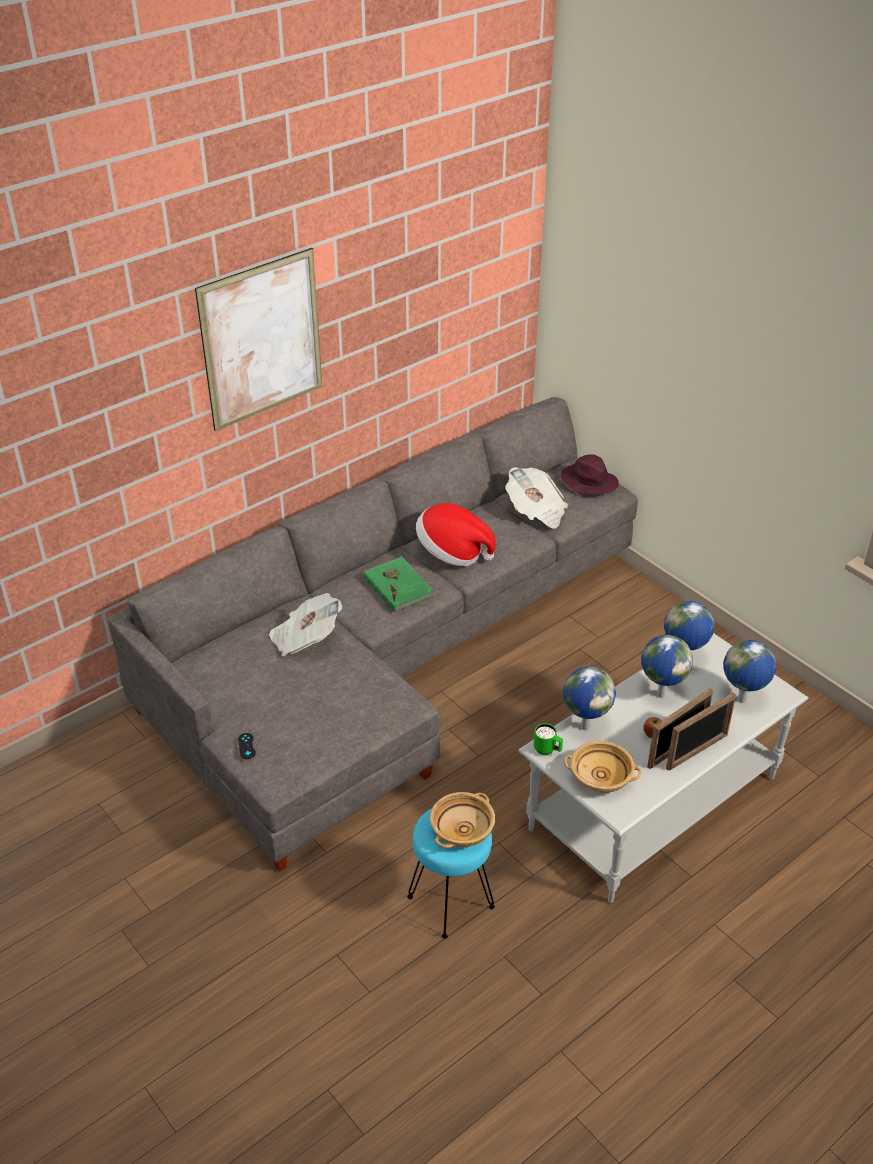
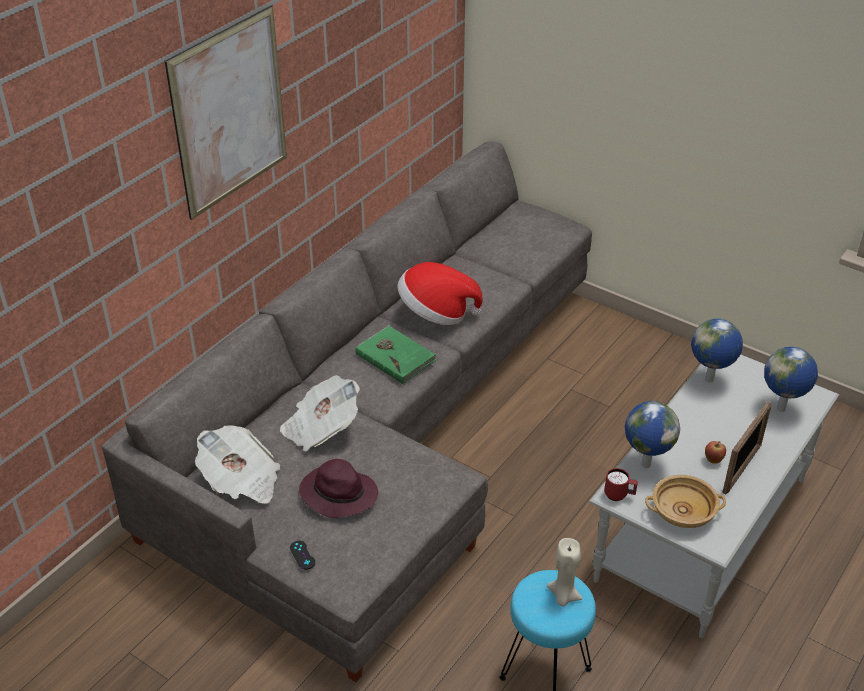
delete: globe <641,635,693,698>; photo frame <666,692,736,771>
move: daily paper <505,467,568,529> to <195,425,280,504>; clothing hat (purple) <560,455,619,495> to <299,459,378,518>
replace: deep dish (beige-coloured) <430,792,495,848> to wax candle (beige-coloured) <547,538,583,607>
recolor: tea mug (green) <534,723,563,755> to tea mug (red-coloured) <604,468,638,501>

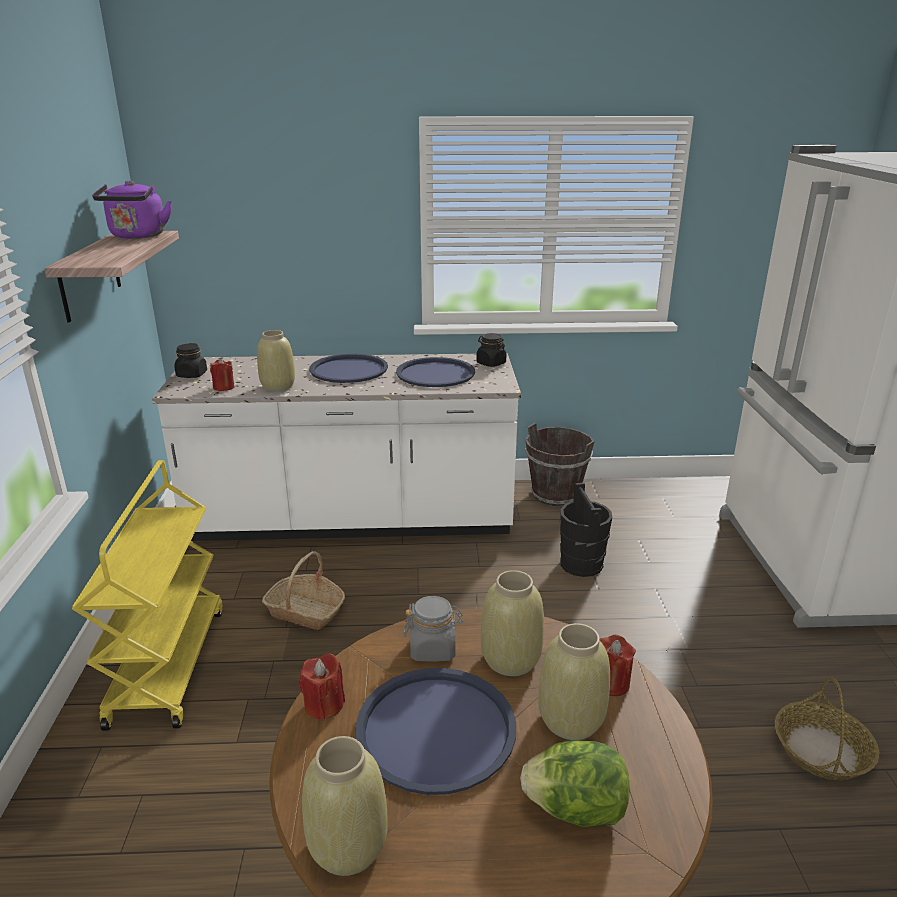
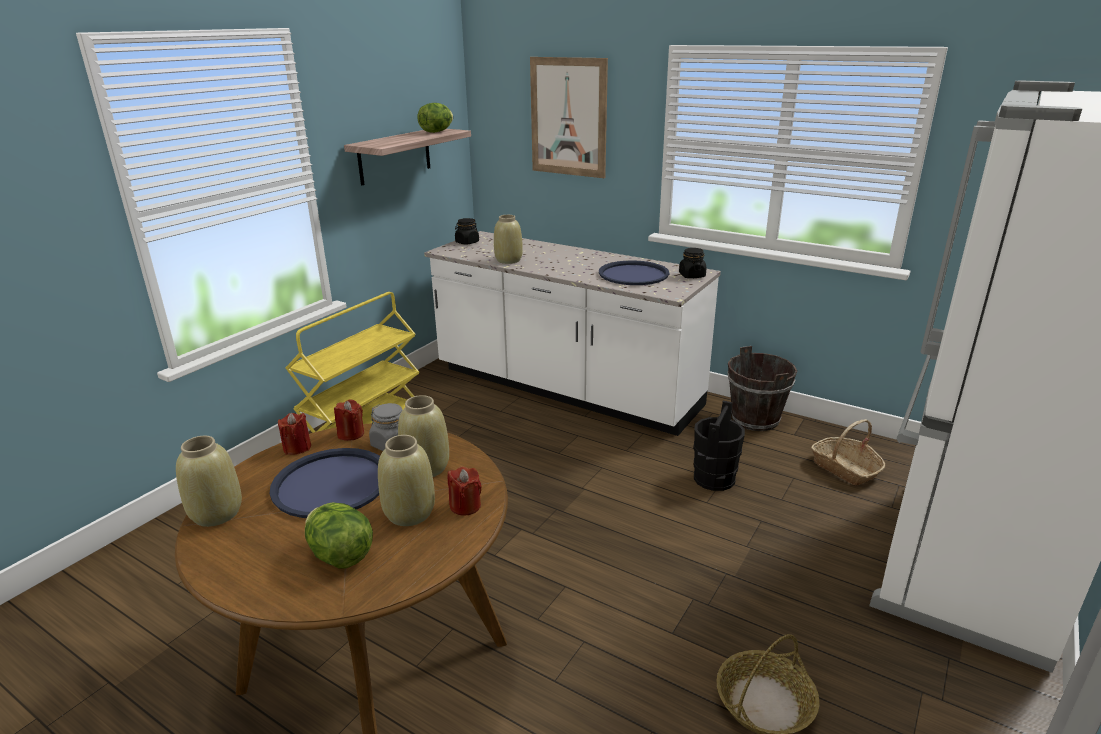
delete: tray (blue-coloured) <309,354,388,383>
insert: wall picture <530,57,608,178>
move: wax candle (red-coloured) <210,358,235,391> to <334,399,364,441>; storage basket <262,551,345,630> to <811,419,885,486>
replace: kettle (purple) <92,180,172,239> to lettuce <417,103,453,133>

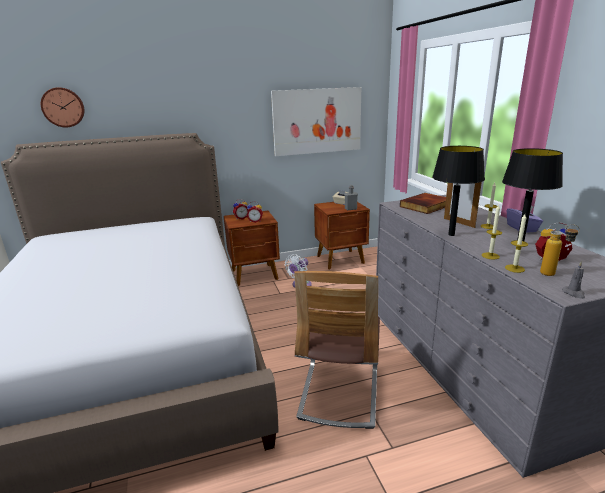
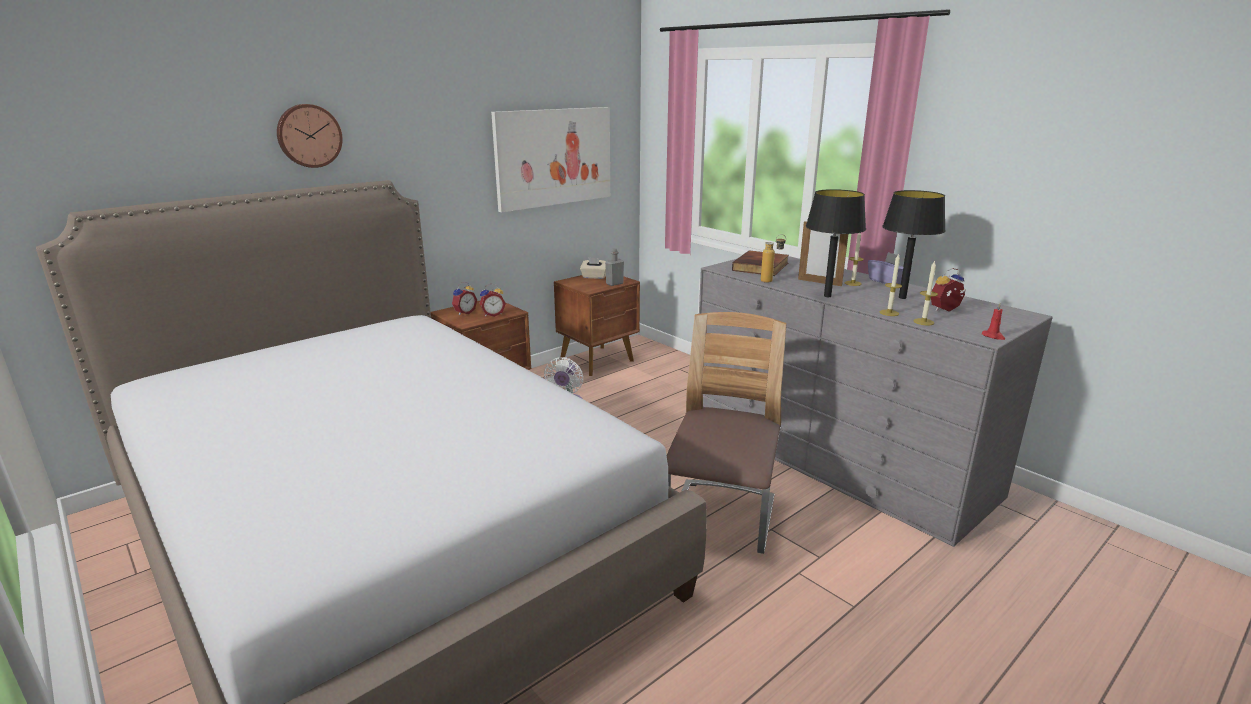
move: clock on the wall <41,87,85,127> to <277,104,343,168>; drink bottle <540,224,580,276> to <761,234,786,283>
recolor: wax candle (gray) <562,261,585,299> to wax candle (red-coloured) <982,303,1005,340>
rotate: plain chair <294,271,380,429> = <667,312,787,554> 150 degrees counterclockwise

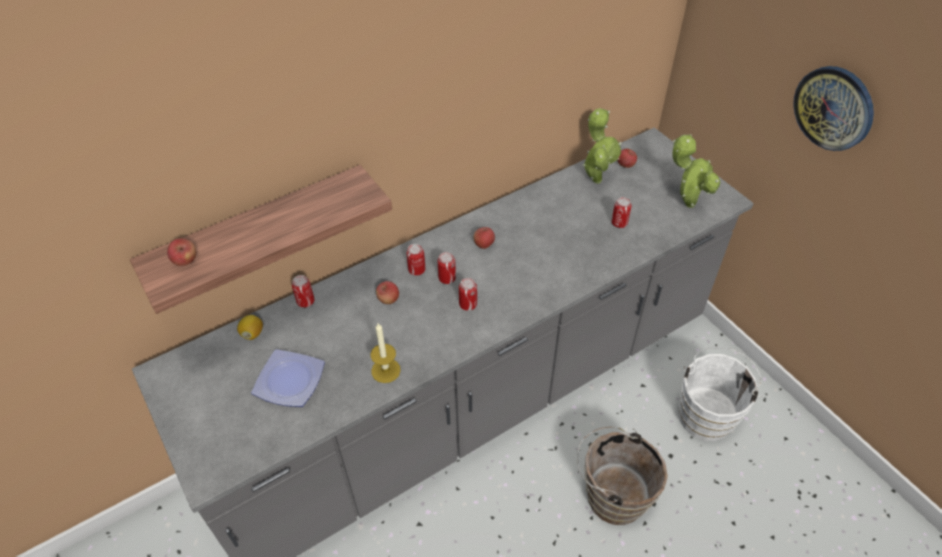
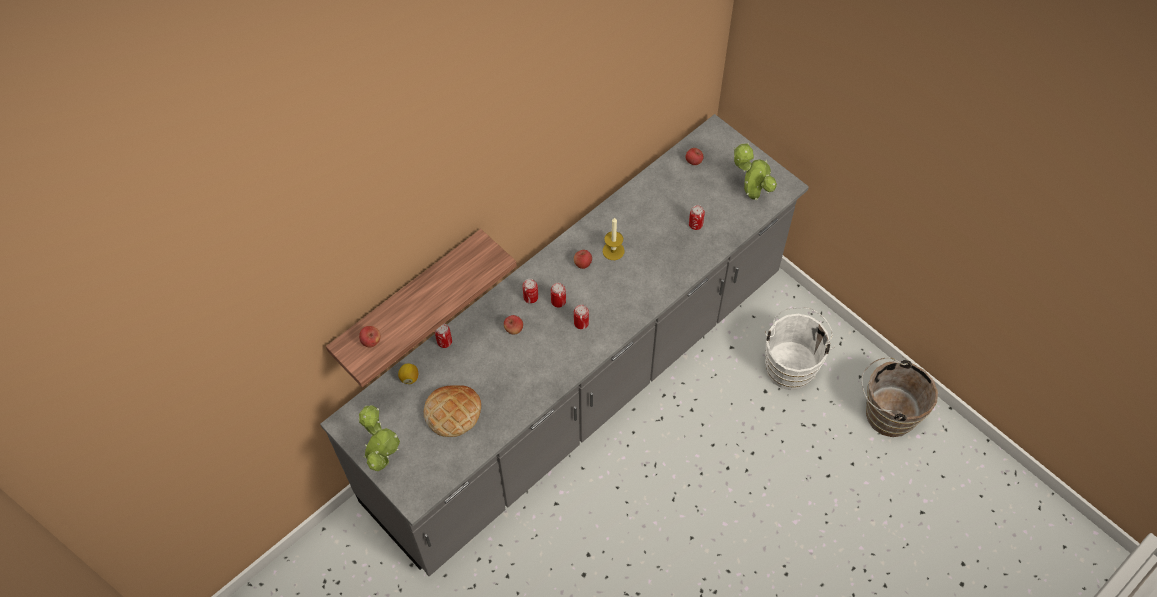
delete: clock on the wall <793,66,874,151>
move: wax candle <370,323,401,383> to <603,217,624,260>; bucket (brown) <577,427,668,525> to <861,357,938,437>; houseplant <583,108,622,184> to <358,405,400,471>
replace: plate <251,349,325,407> to baked bread <424,385,481,437>

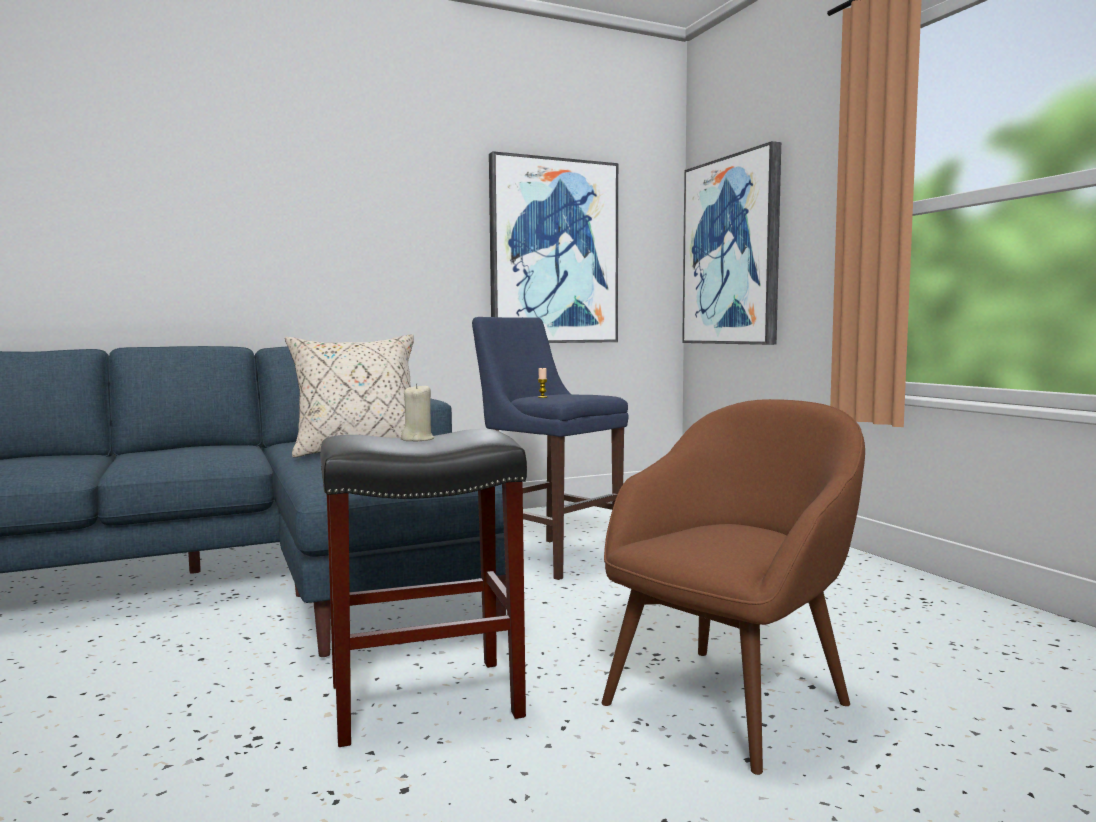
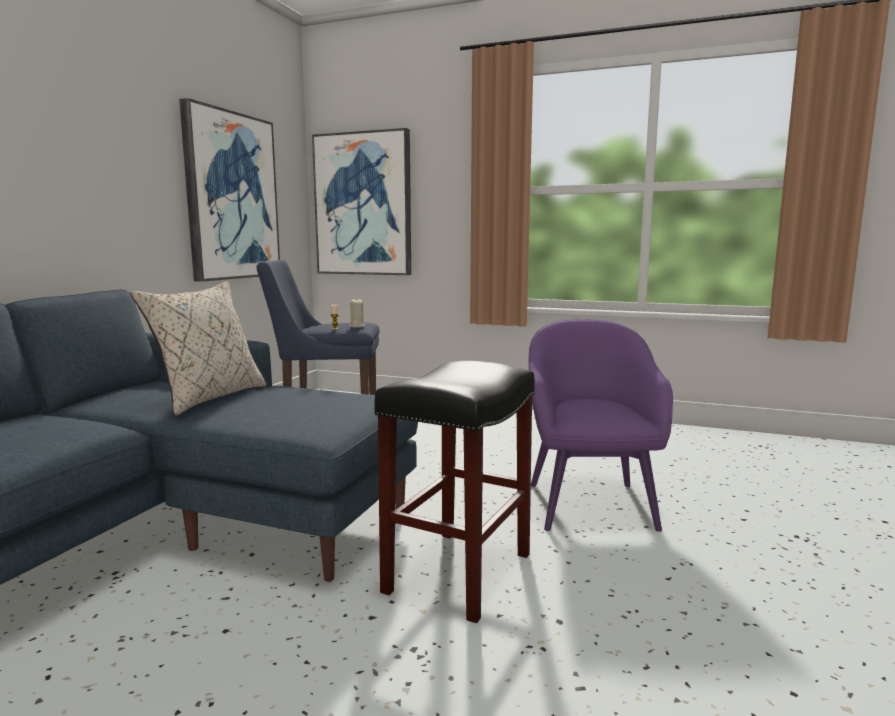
move: wax candle (beige-coloured) <401,383,435,441> to <349,298,365,328>
recolor: armchair (brown) <602,399,865,775> to armchair (purple) <529,319,673,532>

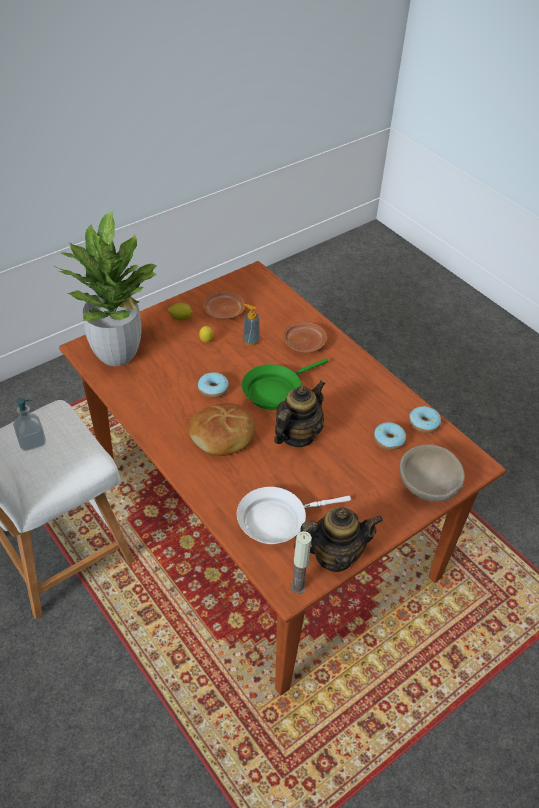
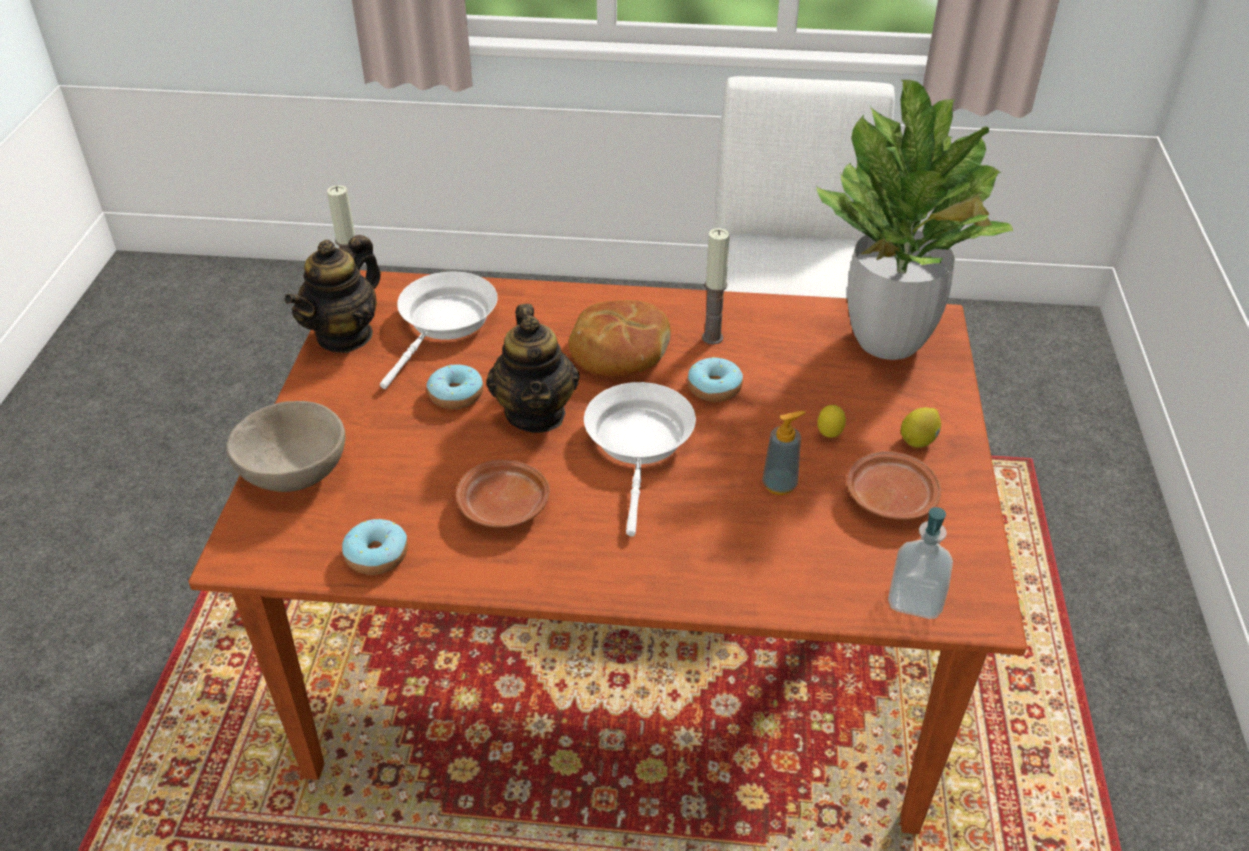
insert: wax candle <702,228,730,345>
move: liquid soap bottle <13,398,46,451> to <888,507,953,619>; plate (brown) <283,322,327,353> to <456,460,550,528>; donut <374,422,406,451> to <427,365,483,409>
recolor: frying pan (green) <242,358,328,410> to frying pan (white) <584,382,696,536>

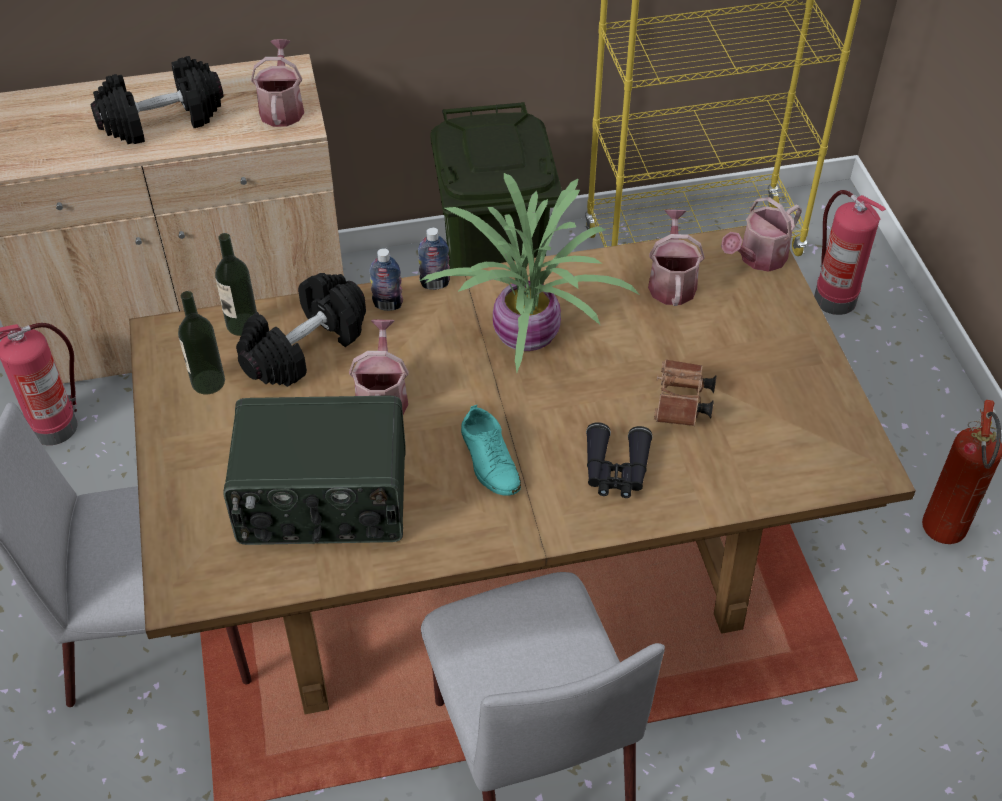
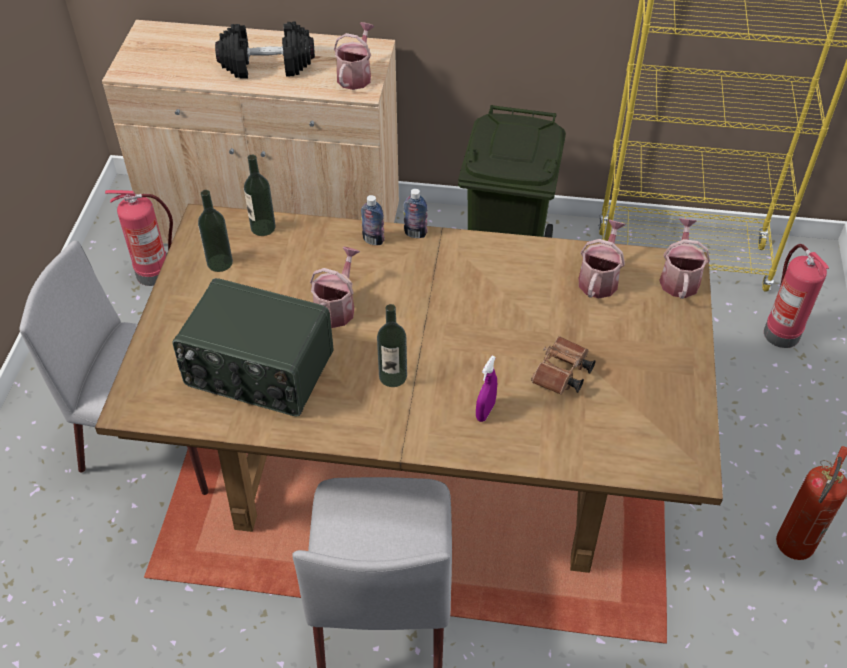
delete: free weight (black) <236,273,366,387>; houseplant <420,173,639,372>
replace: shoe (blue-green) <461,405,521,496> to drink bottle <377,304,407,387>; field glasses (black) <586,422,652,498> to spray bottle (purple) <476,356,497,422>
rotate: sprinkling can <721,197,802,272> = <659,218,710,299> 120 degrees clockwise

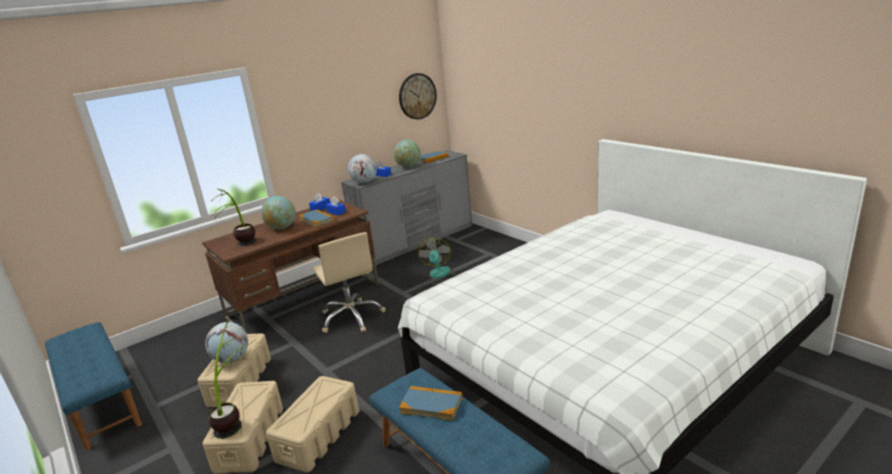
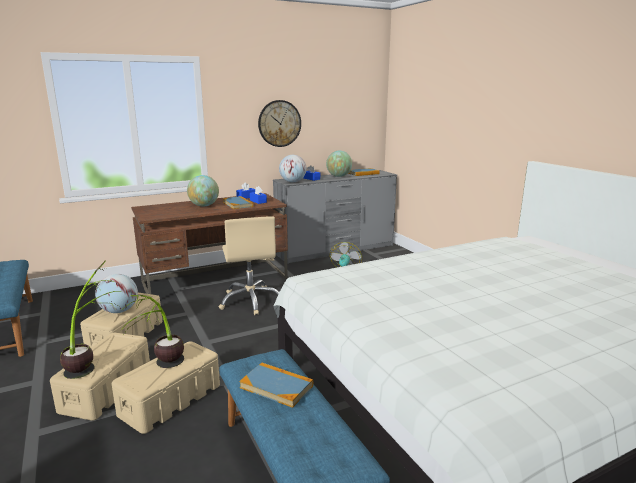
move: houseplant <214,189,257,246> to <121,295,184,368>; clock on the wall <399,73,437,119> to <258,100,301,147>

